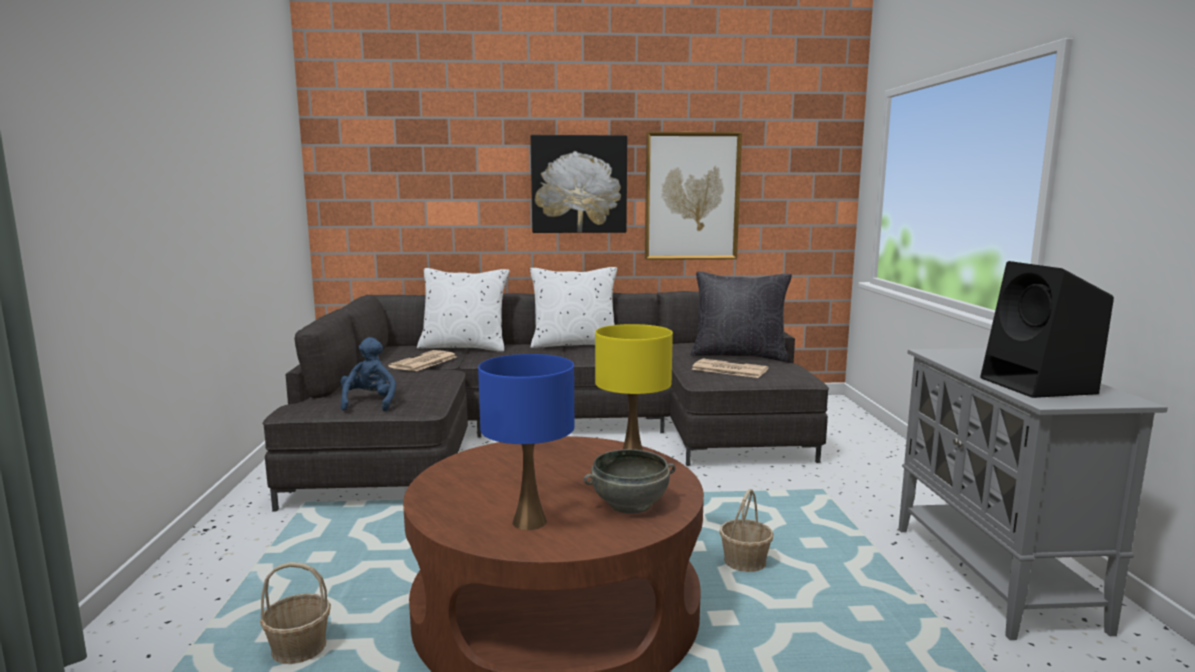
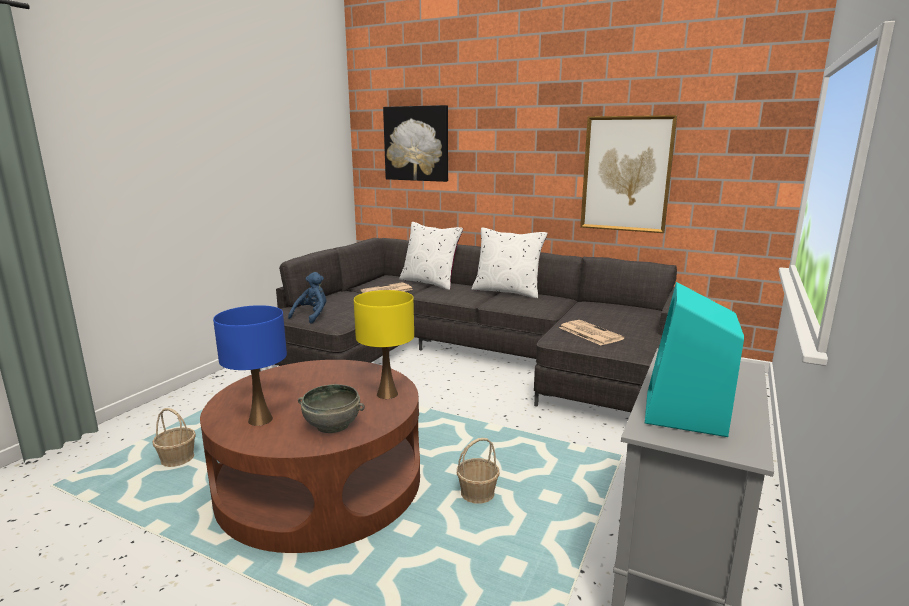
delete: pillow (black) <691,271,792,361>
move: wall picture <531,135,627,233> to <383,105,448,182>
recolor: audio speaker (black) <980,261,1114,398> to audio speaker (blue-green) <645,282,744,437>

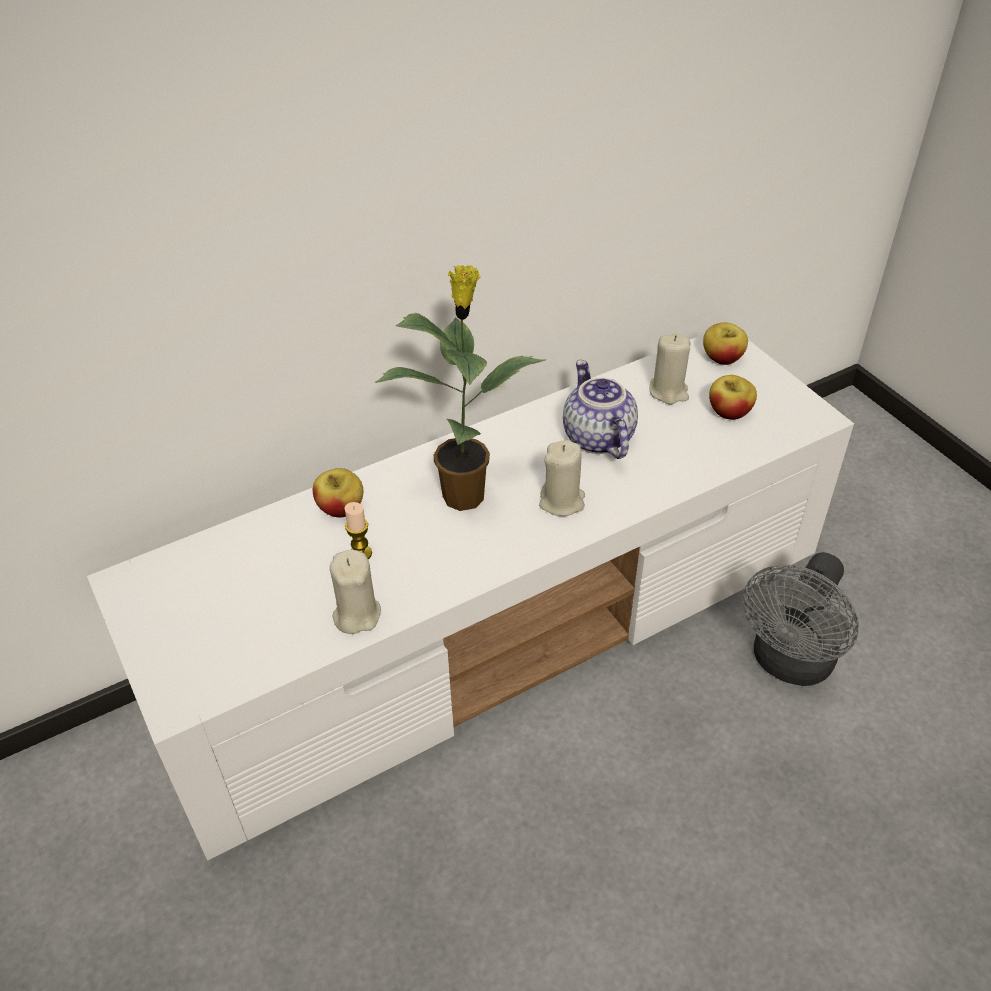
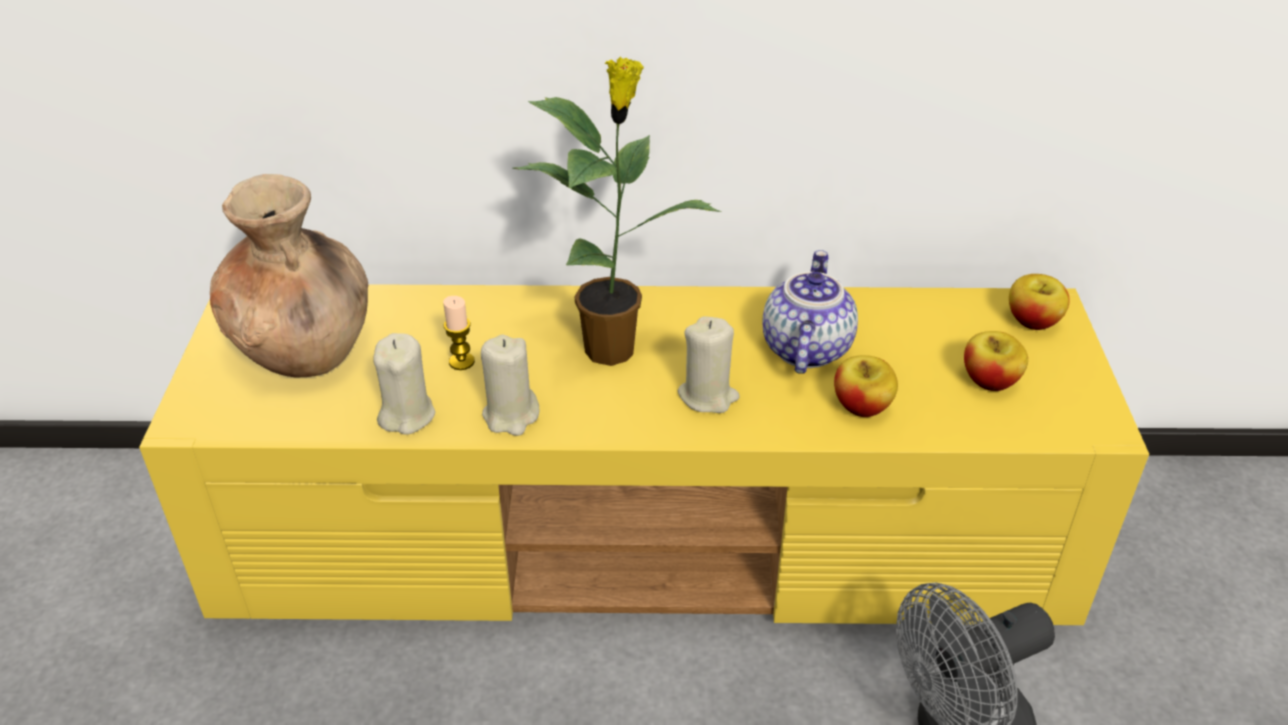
insert: flower vase (brown) <210,174,368,377>
move: apple fruit <313,468,363,518> to <834,355,898,417>; wax candle (beige-coloured) <649,333,690,405> to <481,335,540,436>
recolor: tv stand (white) <87,334,854,861> to tv stand (yellowish) <139,284,1149,625>

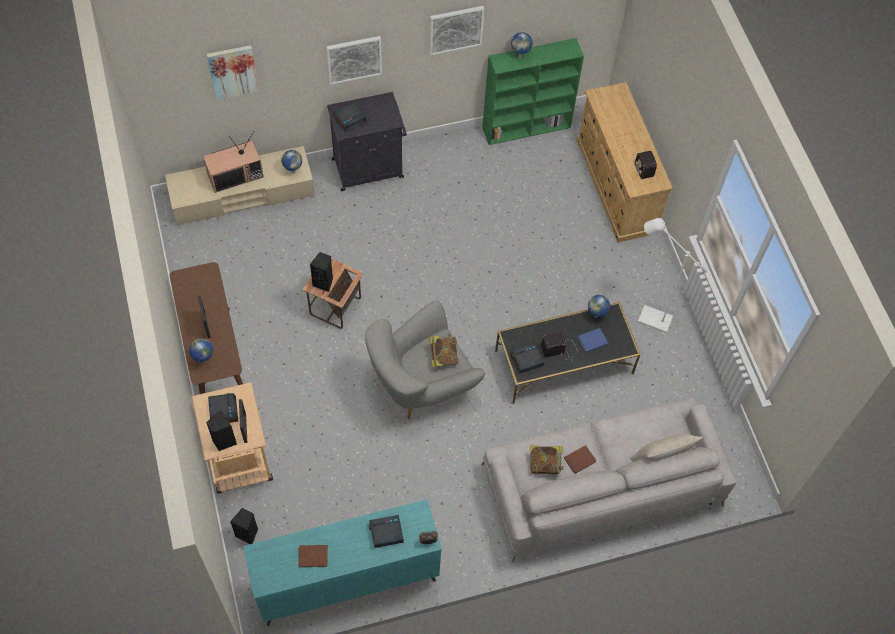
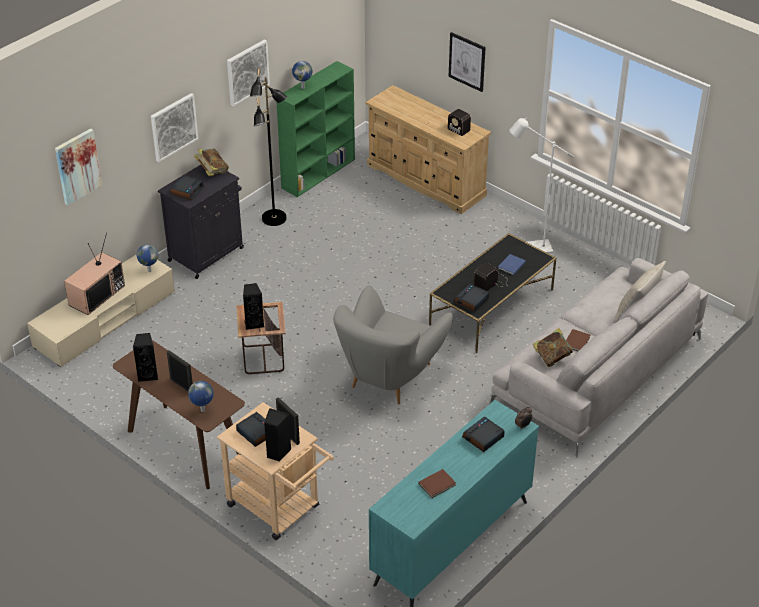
delete: globe <588,295,610,318>
insert: floor lamp (black) <250,68,287,226>; wall picture <449,32,486,92>
move: audio speaker (black) <230,508,258,544> to <133,333,158,382>; volume <429,334,459,367> to <194,148,229,176>

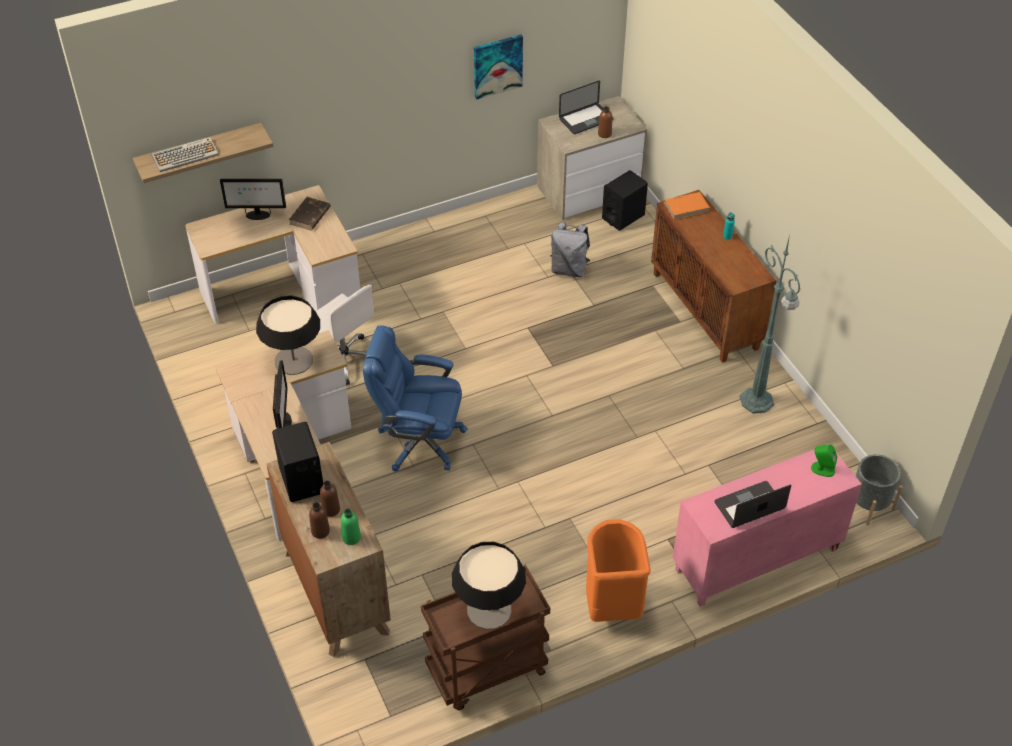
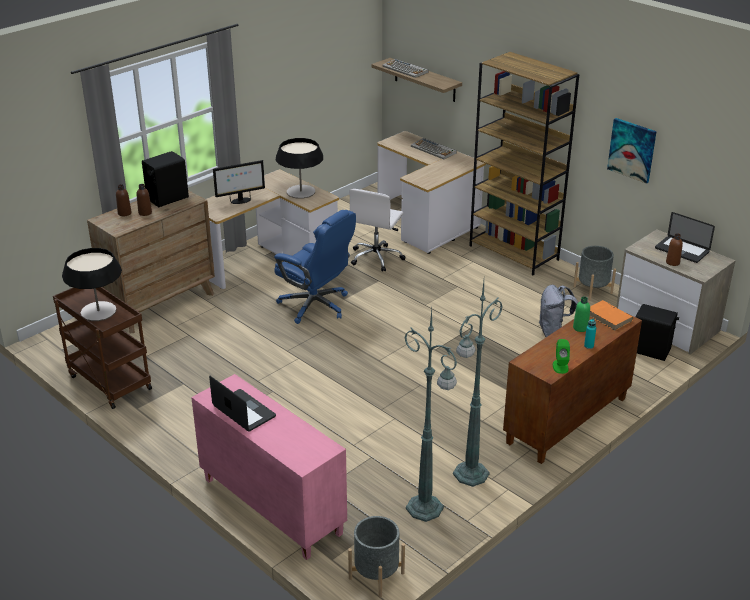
delete: volume (brown) <289,197,331,231>; waste bin (orange) <586,519,651,622>
insert: floor lamp (green) <404,309,457,522>; bookshelf (brown) <469,52,579,276>; plant pot (gray) <573,246,616,300>
move: drink bottle (green) <341,509,361,545> to <573,297,590,332>; audio speaker (green) <811,444,837,477> to <553,339,570,374>
replace: computer screen <220,179,286,220> to PC keyboard <411,138,457,159>
rotate: office chair (blue-coloured) <363,326,468,472> = <274,210,356,324> 135 degrees clockwise

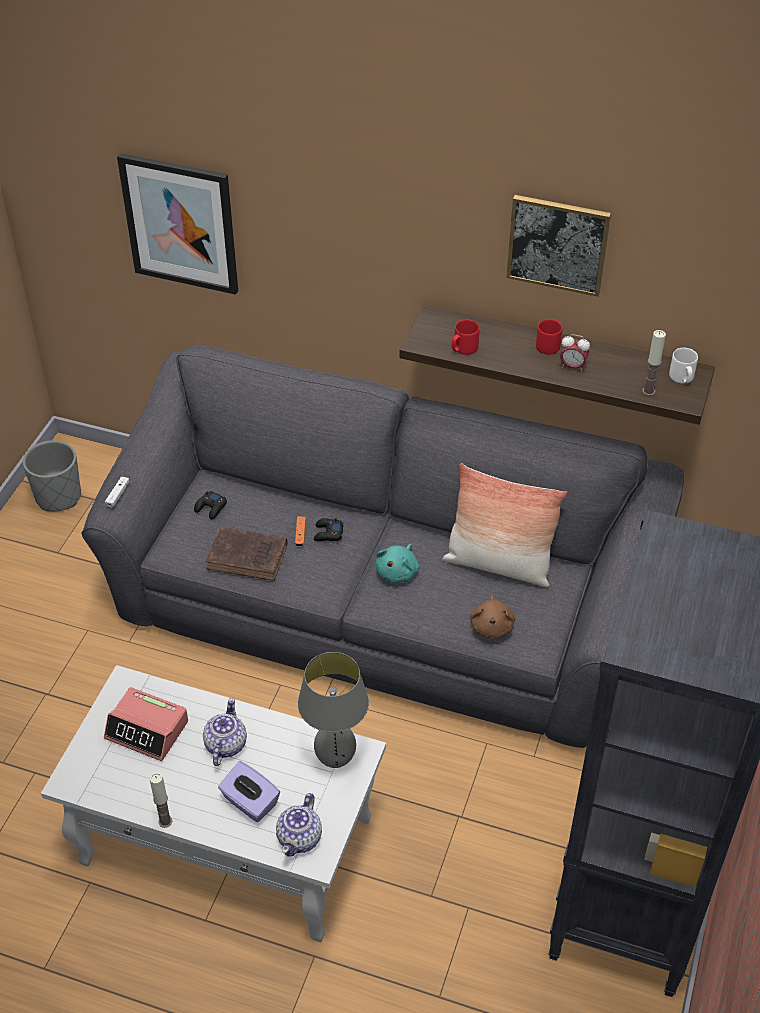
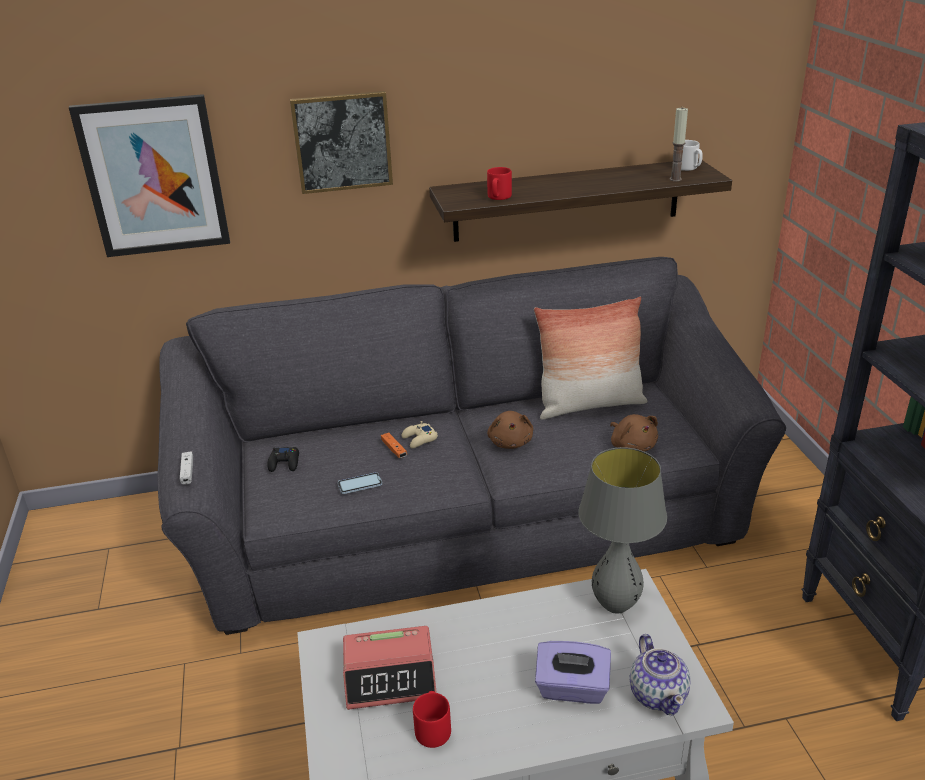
delete: plant pot (gray) <23,440,81,511>; wax candle <150,772,172,828>; tea pot <203,698,247,766>; table clock <560,334,590,372>
move: wall picture <506,195,611,297> to <290,91,393,194>; tea mug (red-coloured) <536,319,562,355> to <413,691,451,748>
replace: volume (brown) <205,527,288,581> to telephone <337,473,382,494>
recolor: gamepad (black) <314,518,344,541> to gamepad (beige-coloured) <402,421,438,449>; soft toy (blue-green) <375,544,419,583> to soft toy (brown) <487,411,533,449>

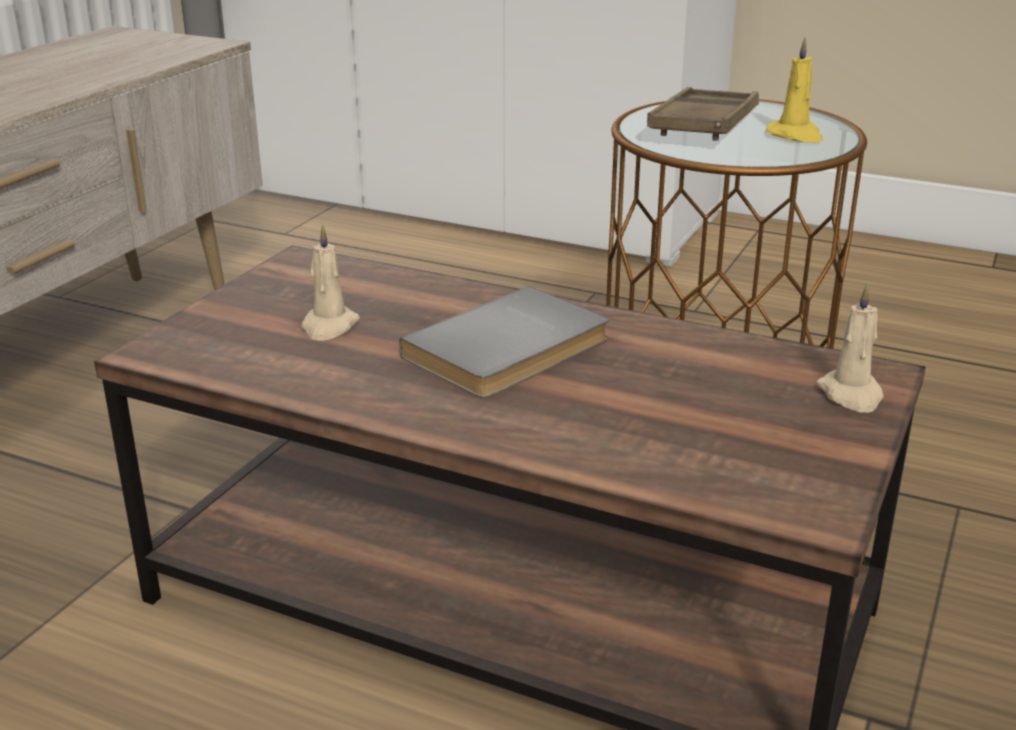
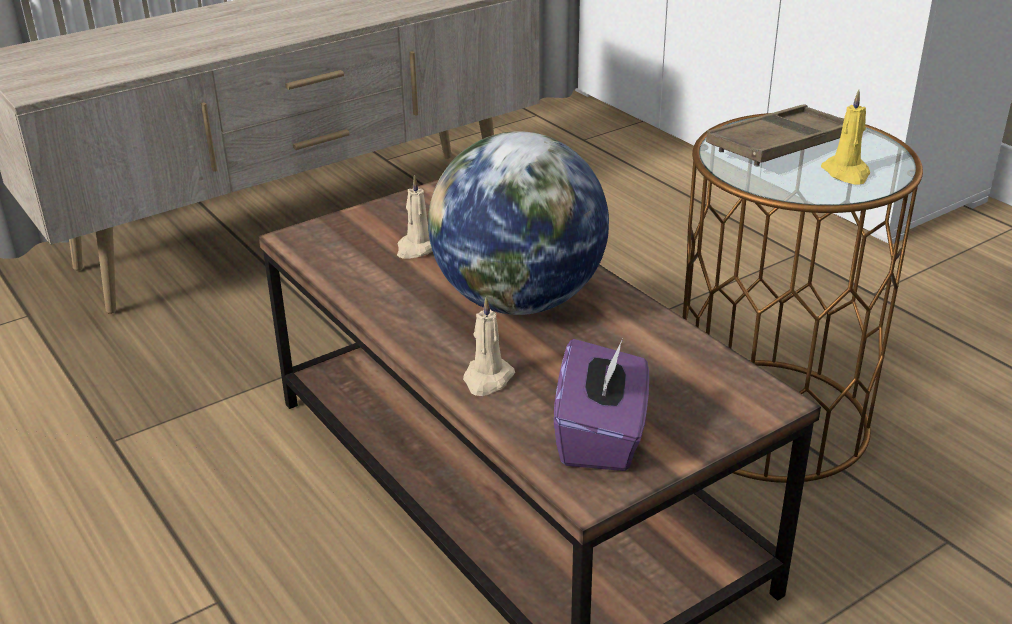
insert: tissue box (purple) <554,337,649,471>
move: wax candle (beige-coloured) <817,283,884,413> to <463,297,515,396>
replace: volume (gray) <399,286,609,398> to globe <428,131,609,315>

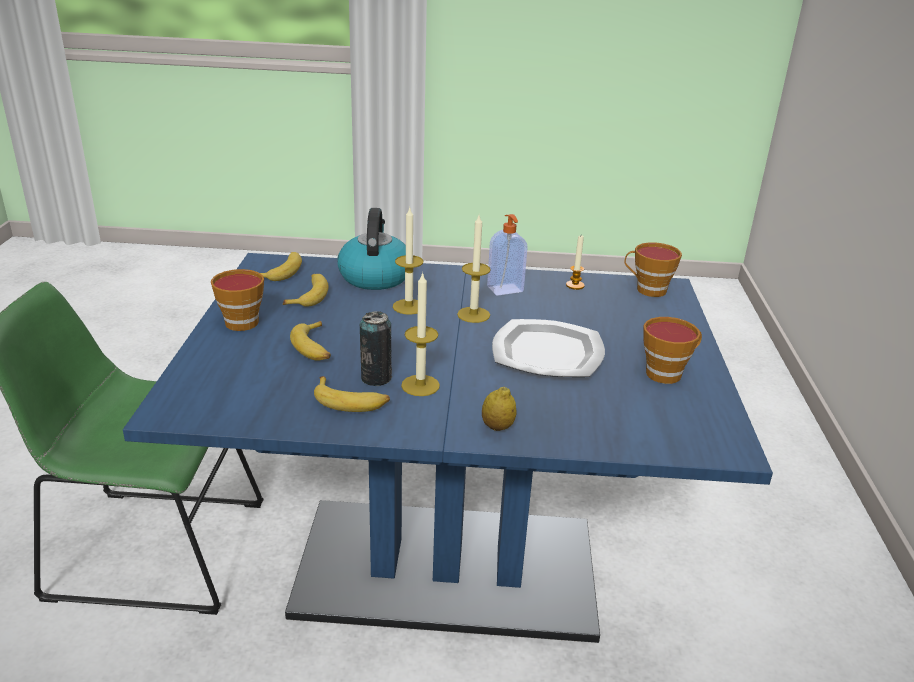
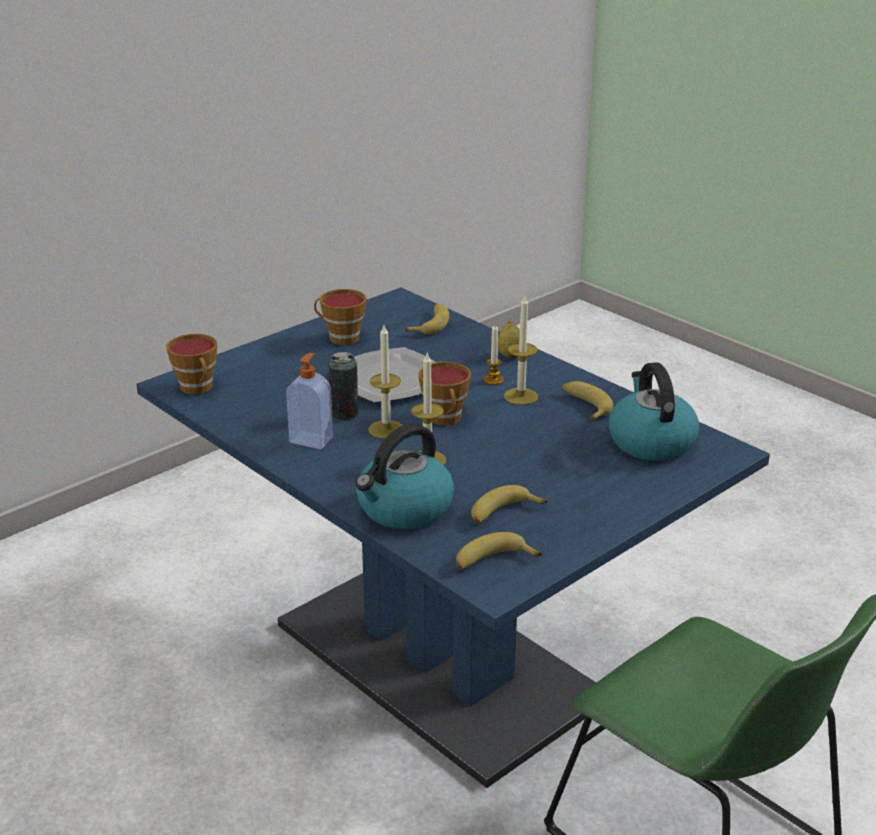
insert: kettle <608,362,699,461>
move: small cup <211,269,264,331> to <418,361,471,425>; banana <290,321,331,361> to <405,304,450,335>; metal can <360,311,392,386> to <328,352,359,421>; wax candle <566,236,585,290> to <484,326,504,385>

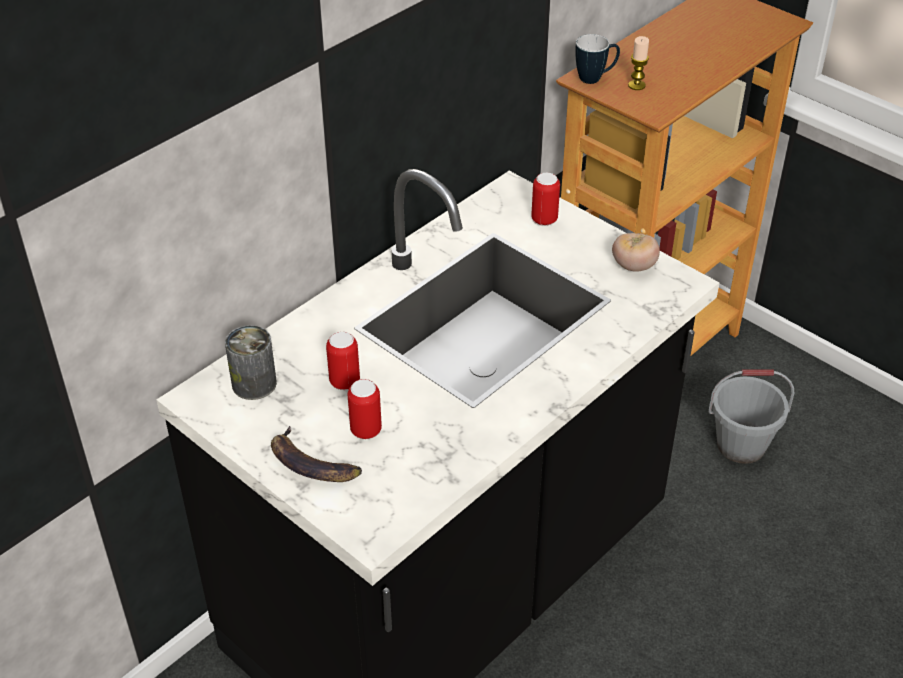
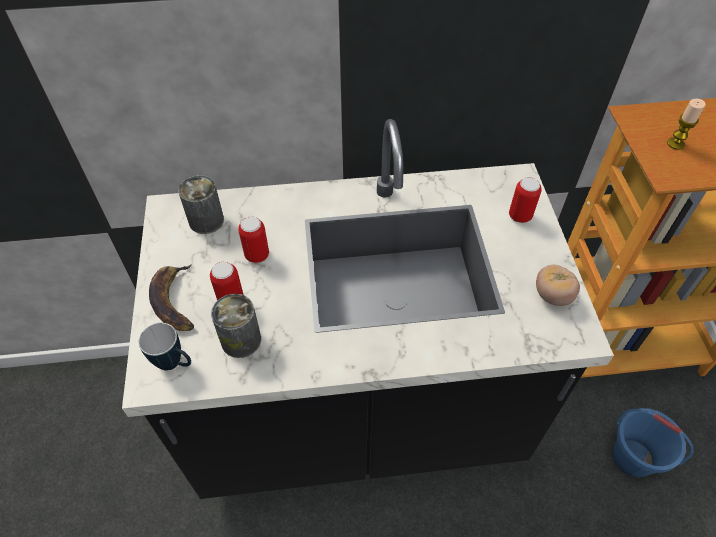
insert: metal can <211,294,261,358>
move: tea mug <575,34,620,84> to <139,323,191,371>
recolor: bucket (gray) <708,369,794,464> to bucket (blue-coloured) <613,408,693,477>

